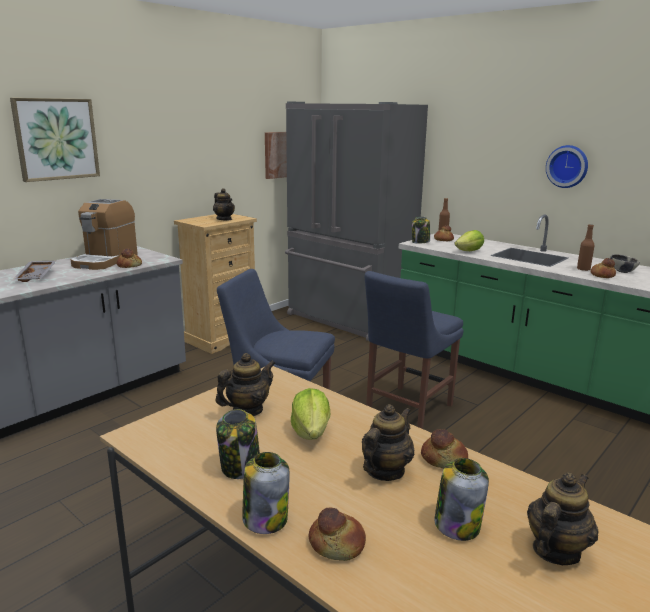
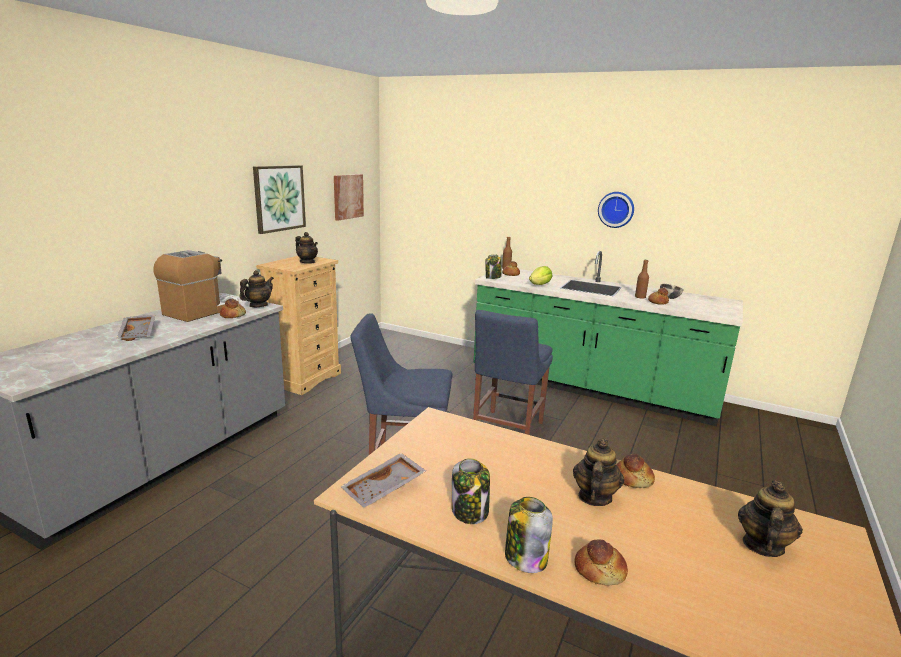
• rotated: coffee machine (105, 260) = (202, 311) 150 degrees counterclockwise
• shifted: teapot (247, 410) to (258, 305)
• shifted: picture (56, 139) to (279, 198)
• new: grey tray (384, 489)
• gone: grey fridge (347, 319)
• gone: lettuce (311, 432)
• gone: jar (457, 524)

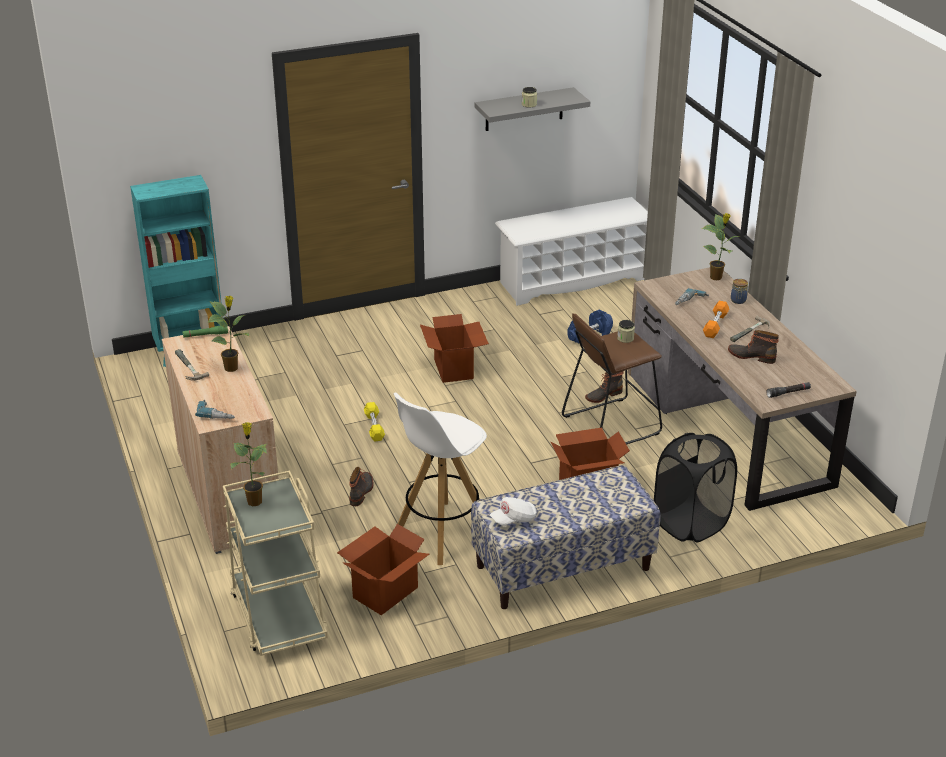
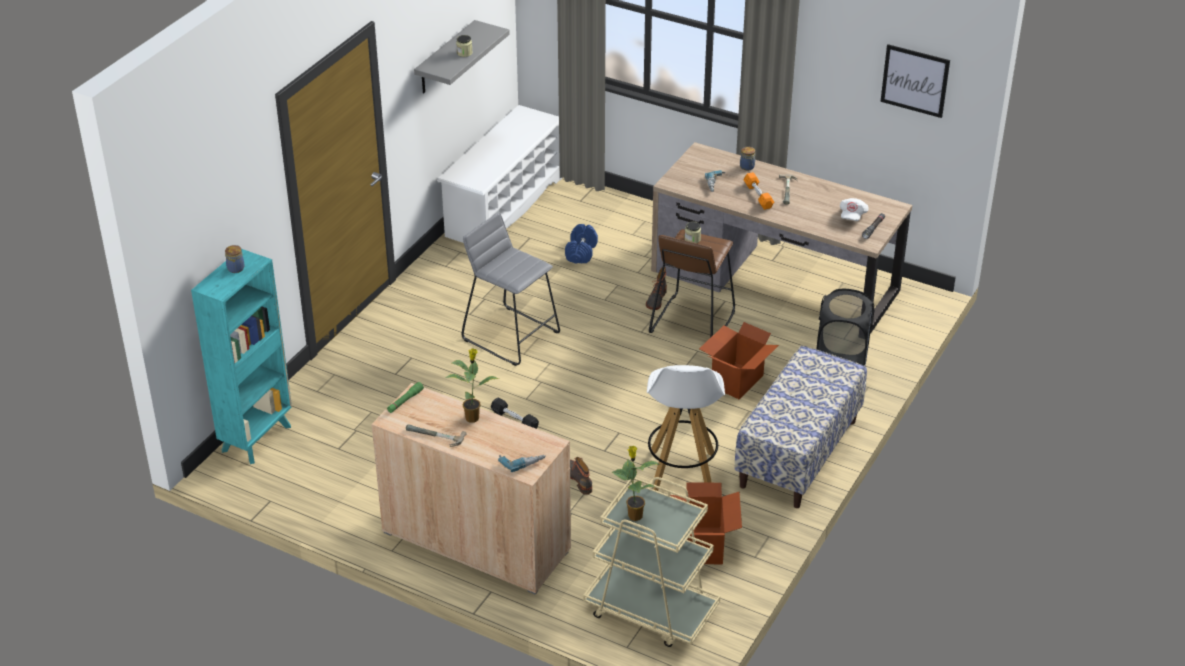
• new: jar (236, 268)
• swapped: cardboard box (454, 369) to grey stool (511, 335)
• repainted: yellow dumbbell (374, 427) to black dumbbell (515, 420)
• shifted: white cap (513, 519) to (852, 215)
• new: picture (915, 80)
• gone: potted plant (716, 277)
• gone: boot (752, 356)

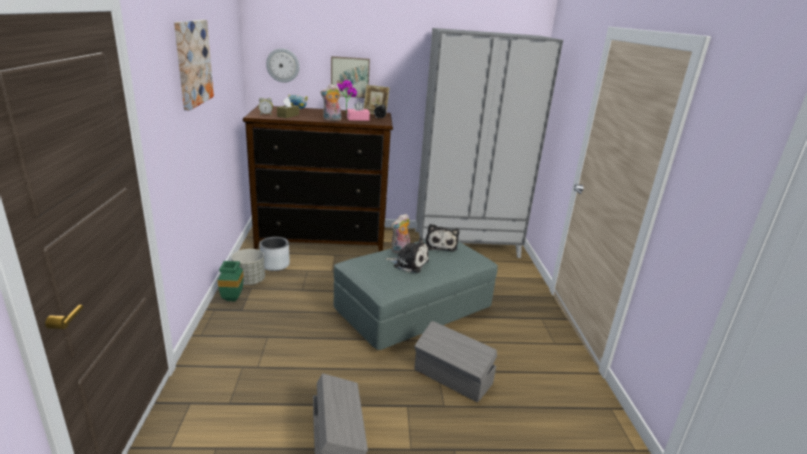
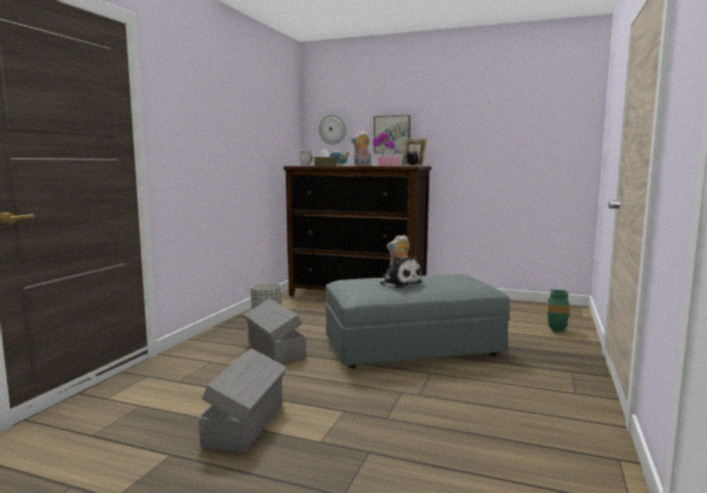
• shifted: grey storage box (453, 377) to (275, 350)
• shifted: green vase (233, 299) to (557, 330)
• gone: picture (192, 63)
• gone: grey planter (275, 265)
• gone: grey wardrobe (466, 243)
• gone: plush toy (440, 245)

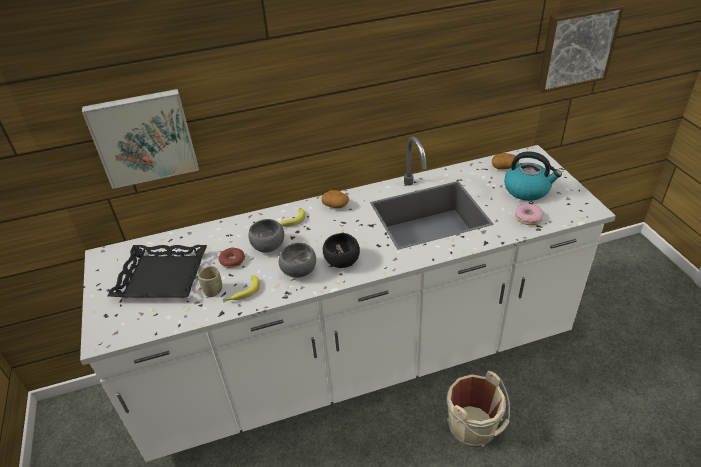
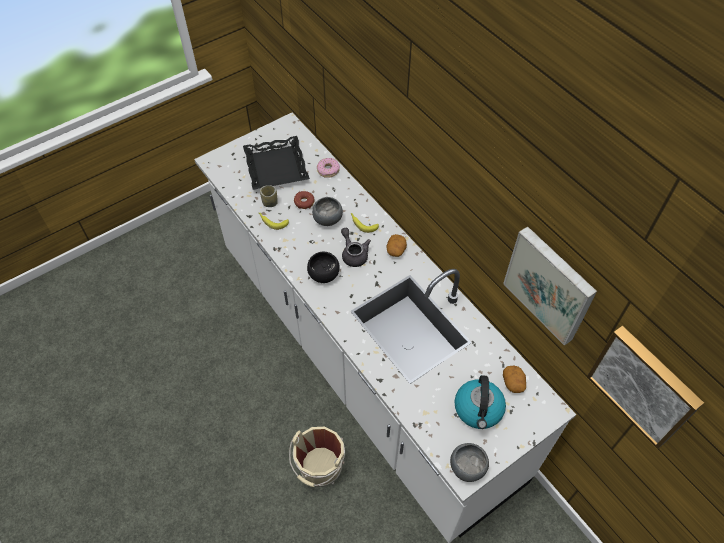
• shifted: donut (528, 218) to (328, 170)
• new: grey teapot (353, 254)
• shifted: grey bowl (300, 271) to (467, 468)
• shifted: picture (143, 137) to (550, 284)

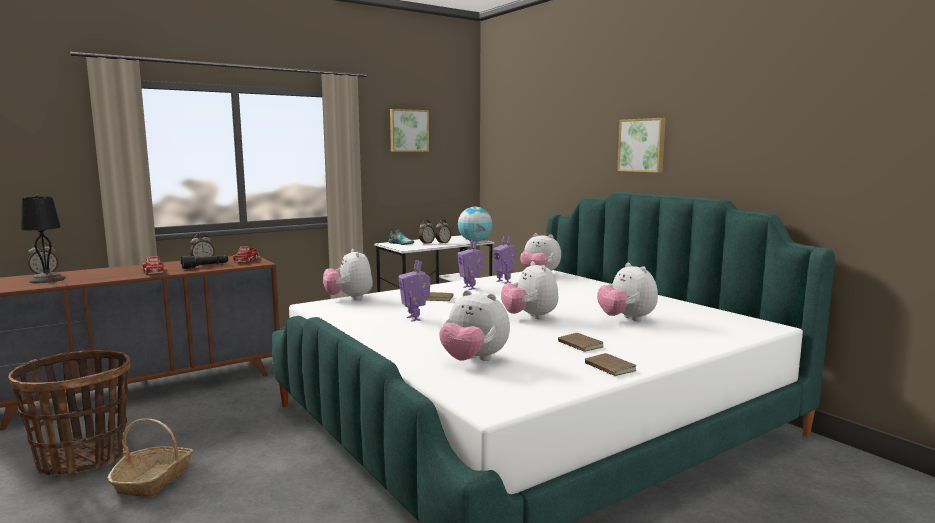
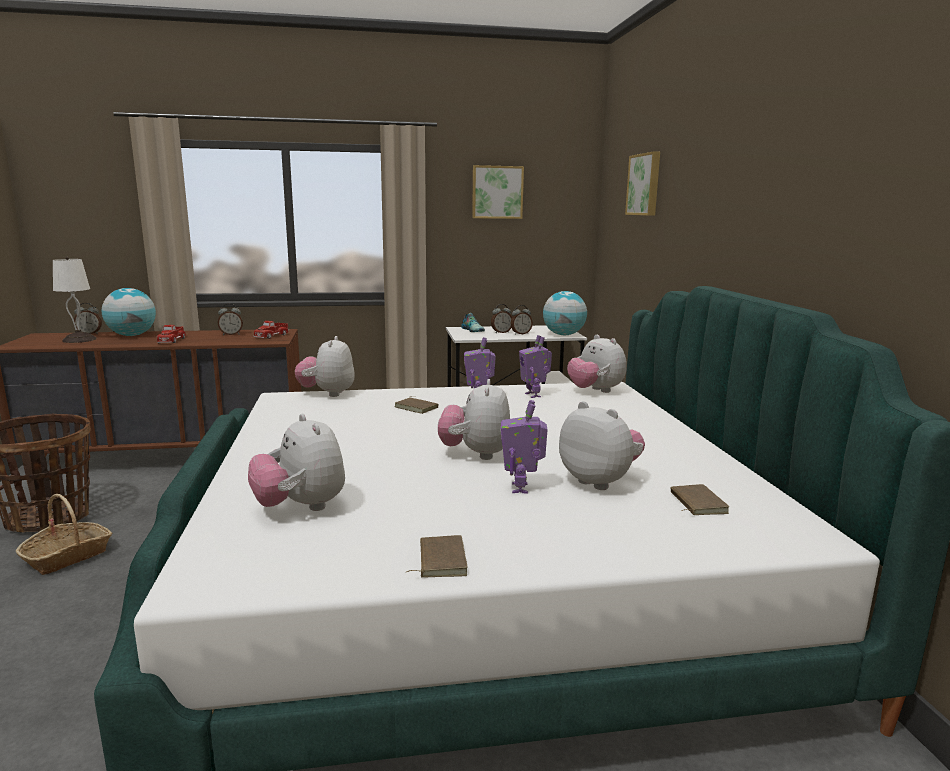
• repainted: black table lamp (47, 280) to white table lamp (79, 339)
• new: globe (132, 335)
• shifted: toy robot (415, 319) to (521, 488)
• rotated: plush toy (626, 319) = (600, 481) 135 degrees clockwise
• shifted: picture (642, 145) to (645, 184)
• shifted: brown book (579, 345) to (696, 503)
• gone: black flashlight (205, 266)

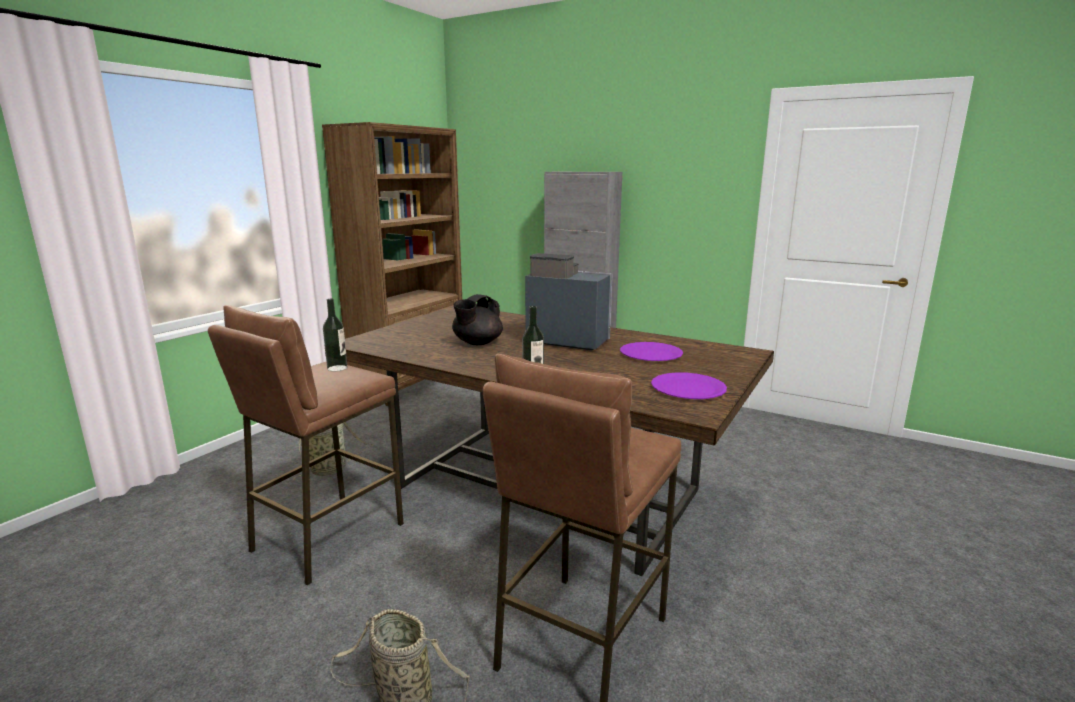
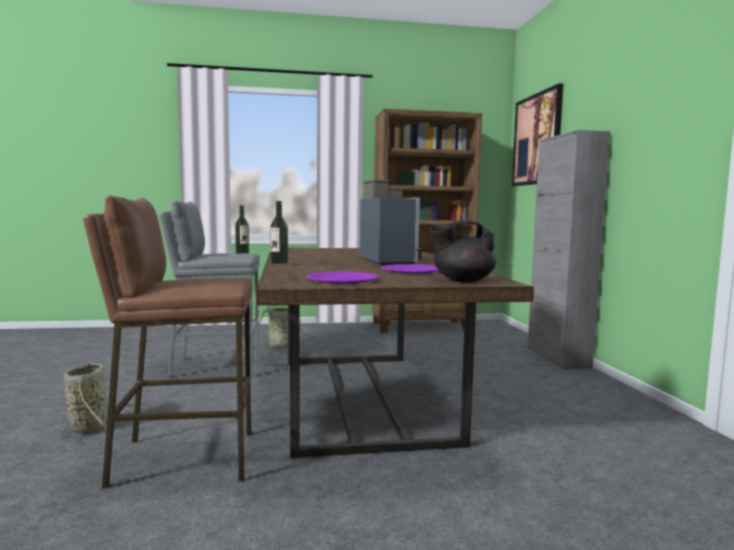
• repainted: brown stool (327, 536) to grey stool (215, 367)
• shifted: black teapot (477, 343) to (462, 281)
• new: picture (537, 139)

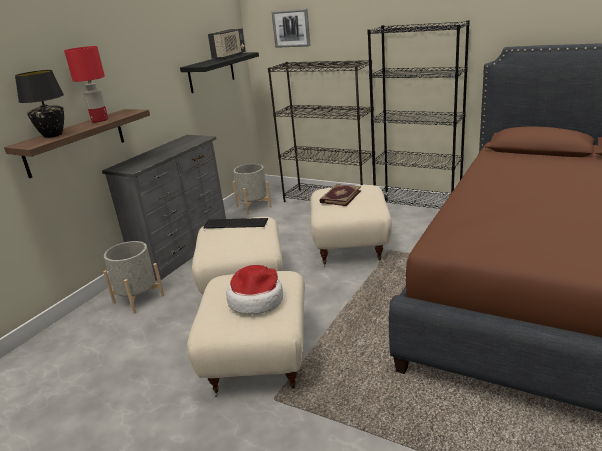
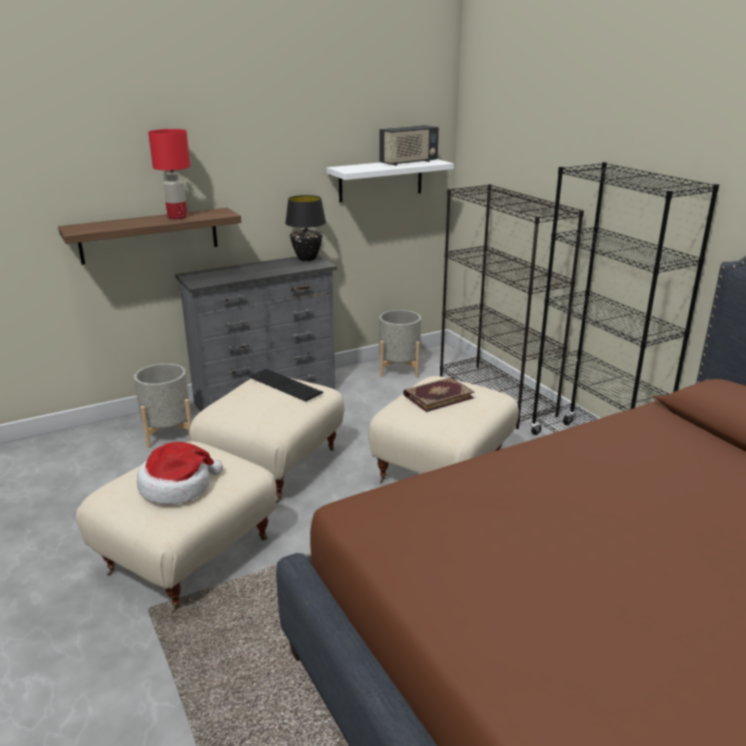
• shifted: black table lamp (52, 135) to (306, 258)
• repainted: black shelf (211, 72) to white shelf (381, 180)
• gone: picture (291, 28)

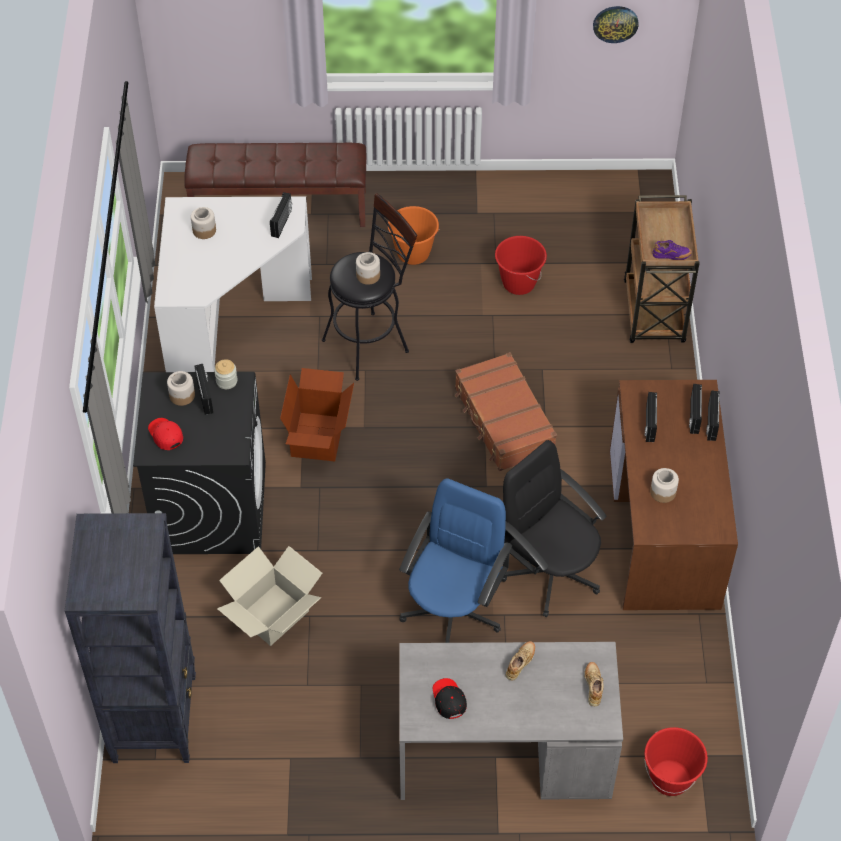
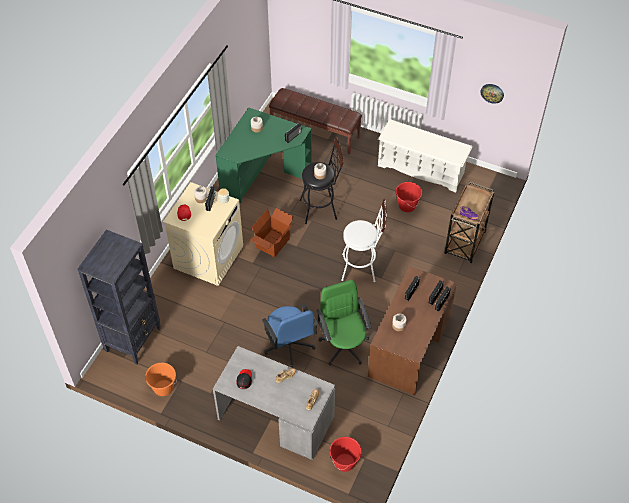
• shifted: orange bucket (413, 253) to (163, 388)
• repainted: black washing machine (211, 507) to beige washing machine (208, 257)
• repainted: white desk (231, 323) to green desk (263, 177)
• rotated: blue office chair (453, 611) = (289, 345) 105 degrees clockwise
• repainted: black office chair (550, 571) to green office chair (344, 345)
• swapped: brown suitcase (503, 420) to white stool (362, 267)
• new: white shoe rack (421, 169)
• gone: cardboard box (272, 614)

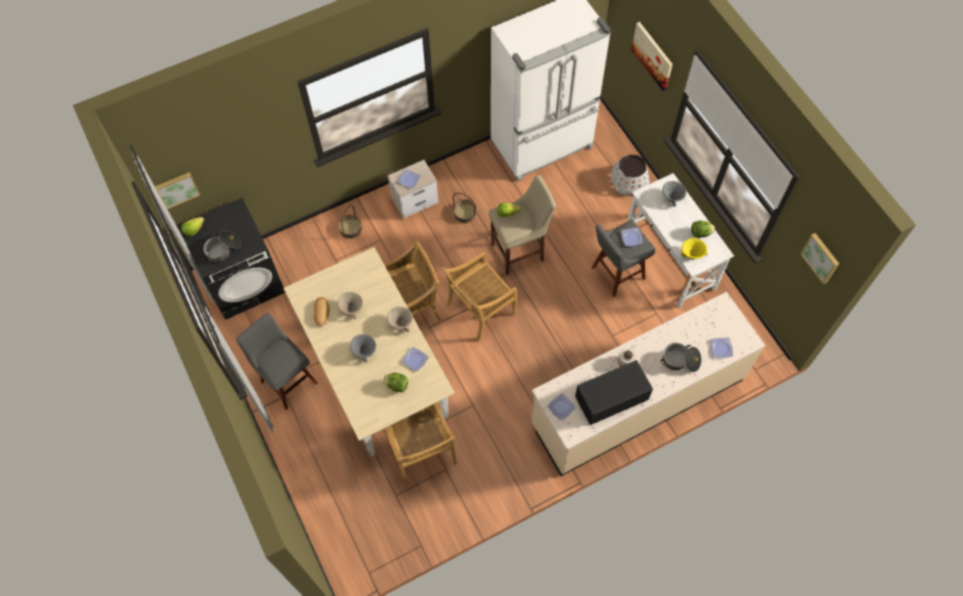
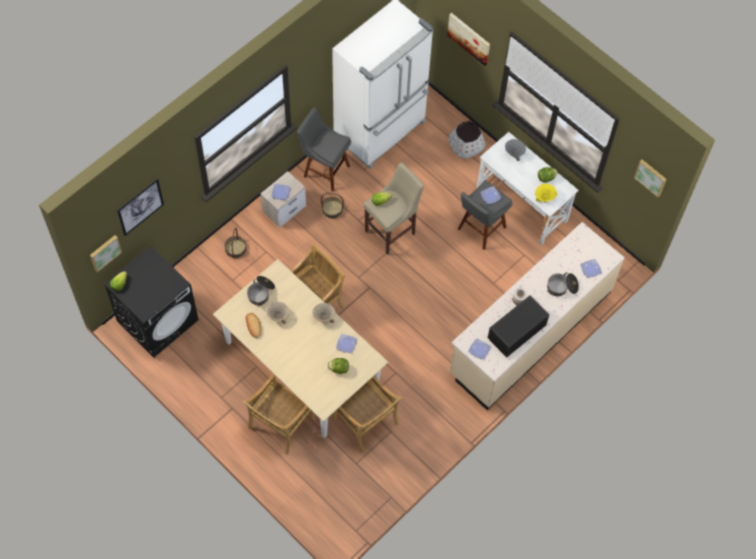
• new: picture (140, 207)
• shifted: beige chair (480, 310) to (280, 424)
• shifted: cooking pot (223, 250) to (261, 293)
• shifted: grey stool (287, 380) to (324, 170)
• gone: grey bowl (364, 351)

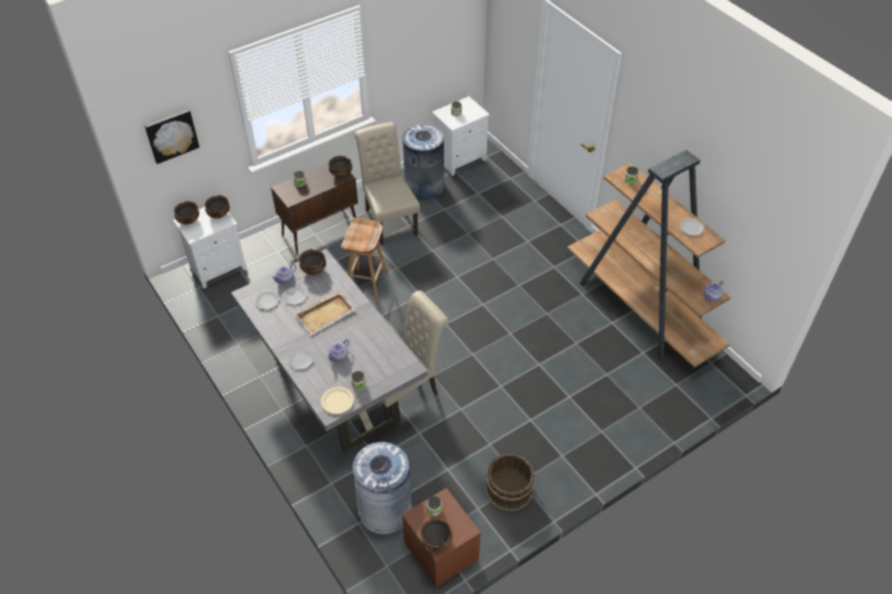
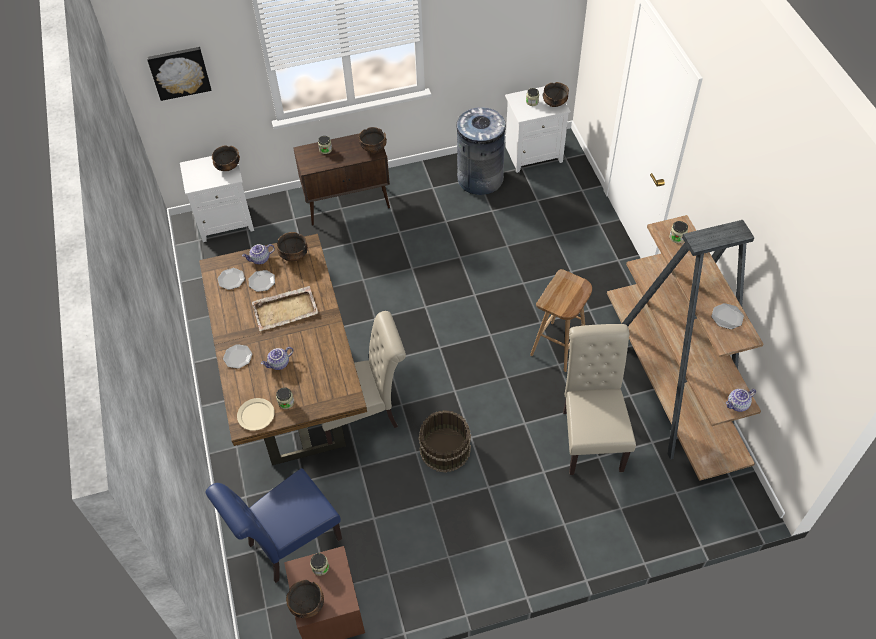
• repainted: grey dining table (335, 384) to brown dining table (293, 385)
• swapped: grey trash can (385, 510) to blue chair (289, 544)
• shifted: brown bucket (508, 489) to (444, 448)
• shifted: brown stool (367, 286) to (558, 347)
• shifted: bowl (188, 221) to (554, 103)
• shifted: beige chair (389, 220) to (590, 435)

